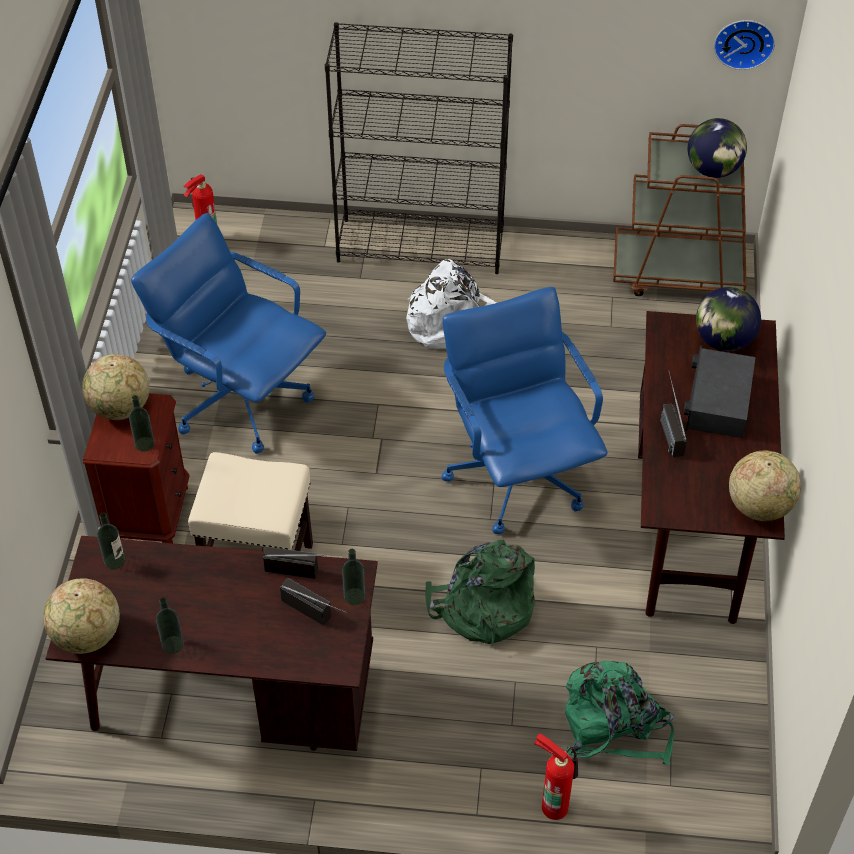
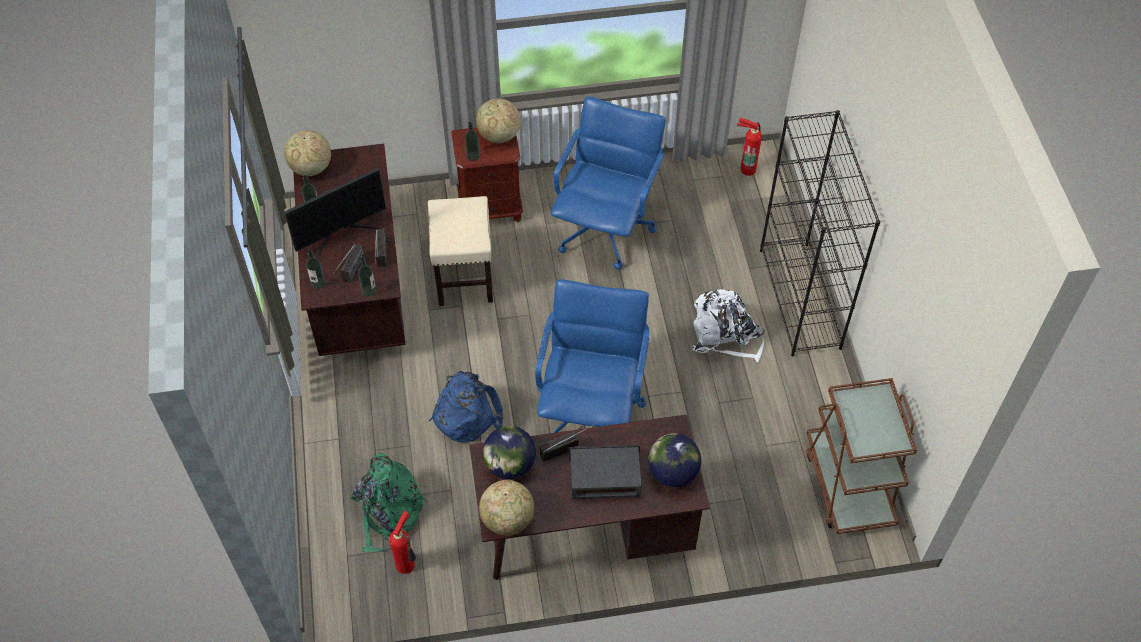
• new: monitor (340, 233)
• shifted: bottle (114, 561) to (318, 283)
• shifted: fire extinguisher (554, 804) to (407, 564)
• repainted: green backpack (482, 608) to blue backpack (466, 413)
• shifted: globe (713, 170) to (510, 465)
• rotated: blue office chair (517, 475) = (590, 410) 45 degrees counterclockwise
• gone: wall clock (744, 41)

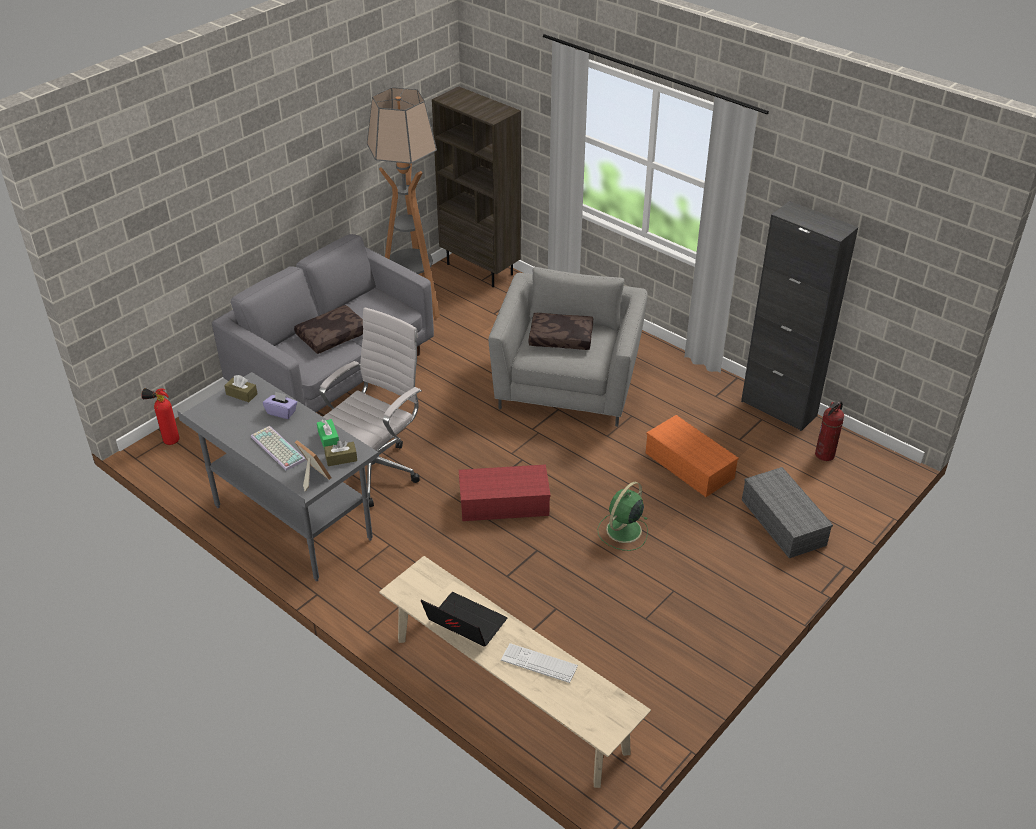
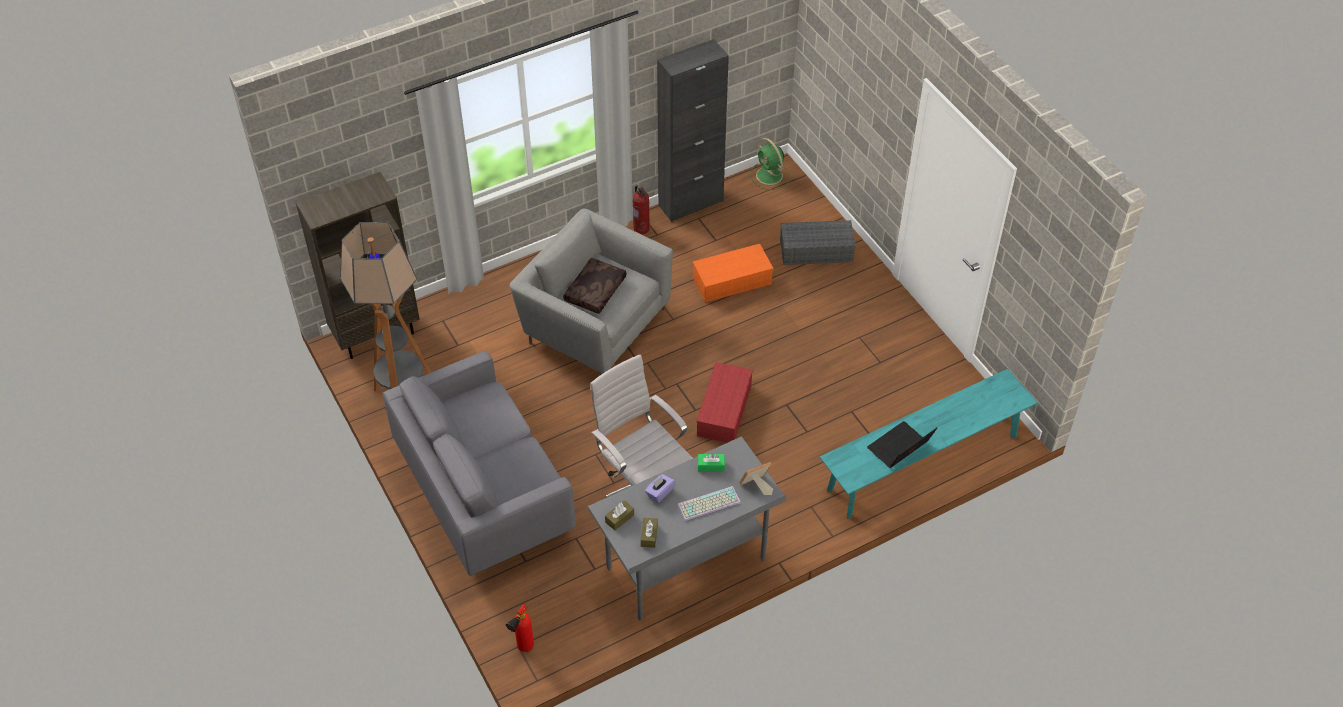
• shifted: fire extinguisher (825, 455) to (641, 229)
• shifted: brown tissue box (341, 458) to (649, 535)
• shifted: green fan (623, 531) to (770, 176)
• repainted: beige bench (508, 694) to turquoise bench (923, 463)
• gone: brown pillow (332, 335)
• gone: keyboard (539, 663)

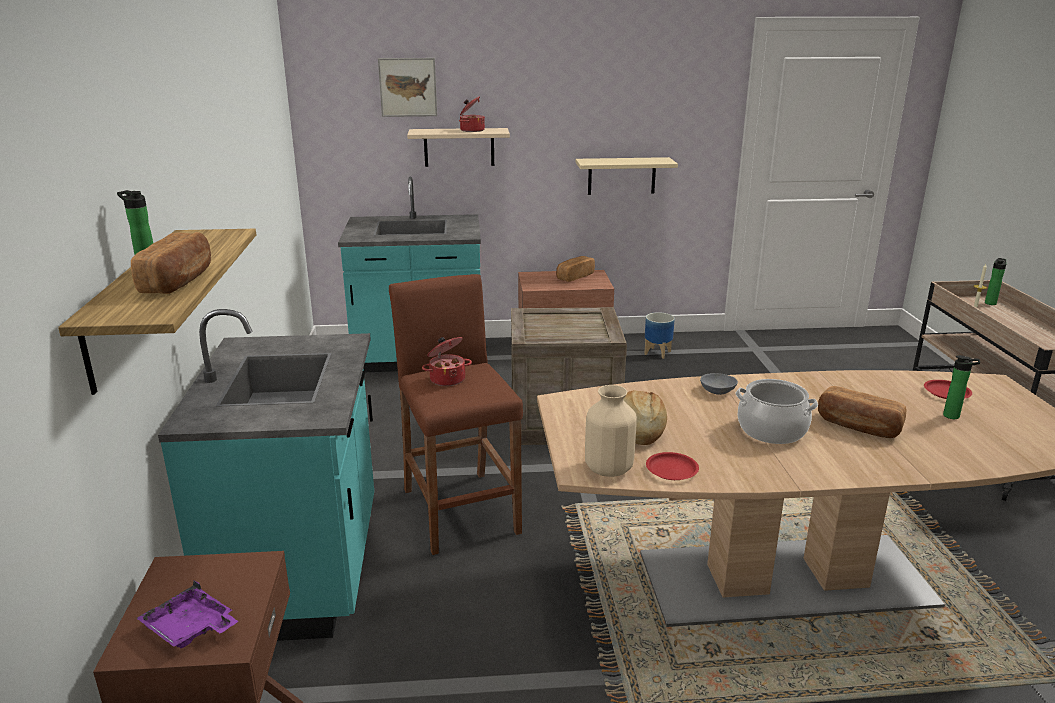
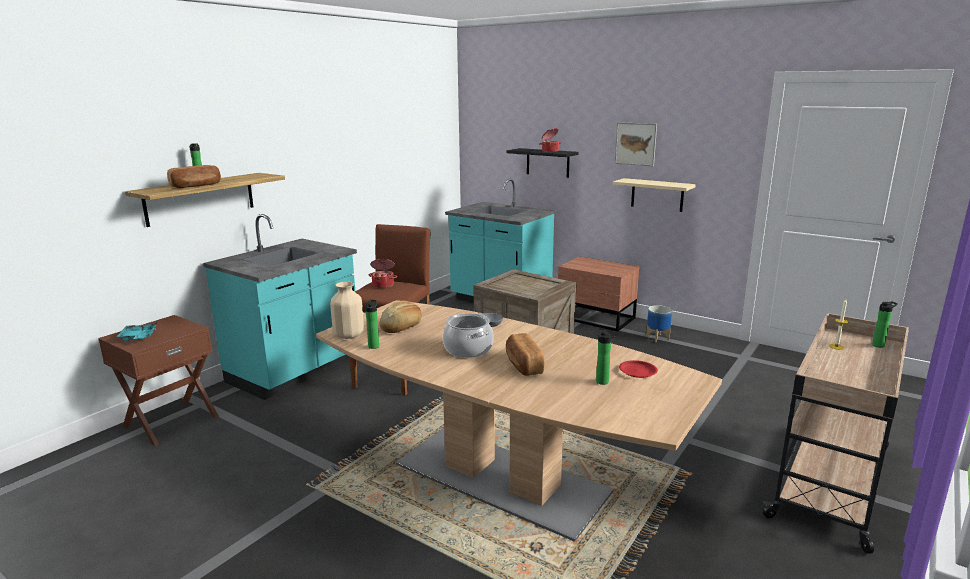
• repainted: purple tray (190, 629) to turquoise tray (138, 337)
• swapped: red plate (672, 469) to bottle (374, 346)
• repainted: beige shelf (459, 147) to black shelf (547, 162)
• shifted: picture (408, 87) to (635, 144)
• gone: bread (574, 276)

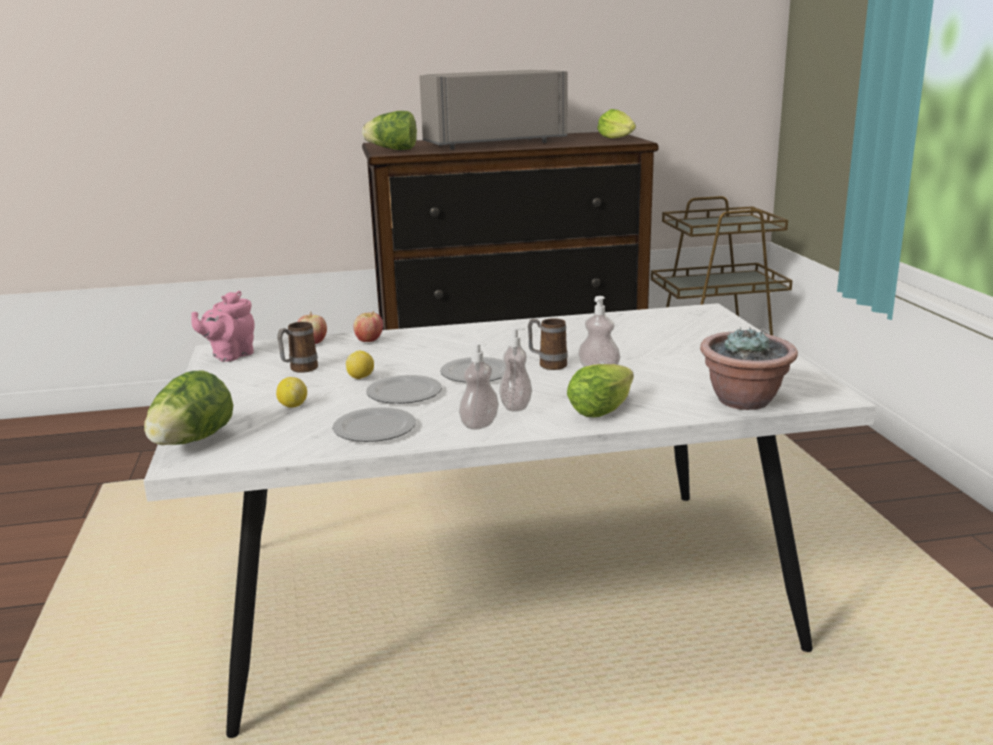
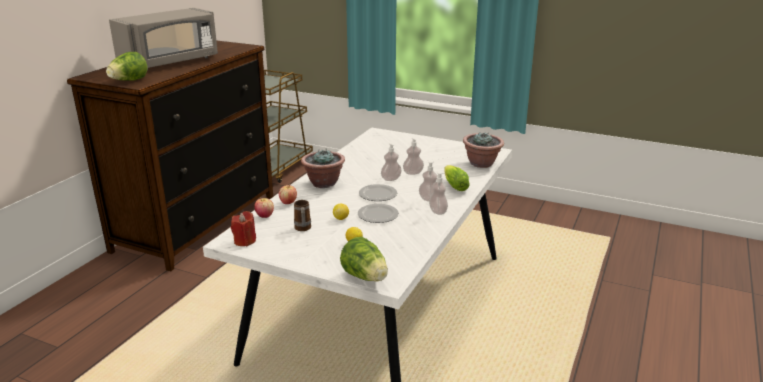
• rotated: grey microwave (493, 143) = (171, 62) 150 degrees counterclockwise
• swapped: pink teapot (230, 355) to red candle (245, 241)
• new: potted plant (323, 183)
• swapped: mug (547, 365) to soap dispenser (391, 179)
• gone: plate (375, 429)
• gone: lettuce (617, 138)

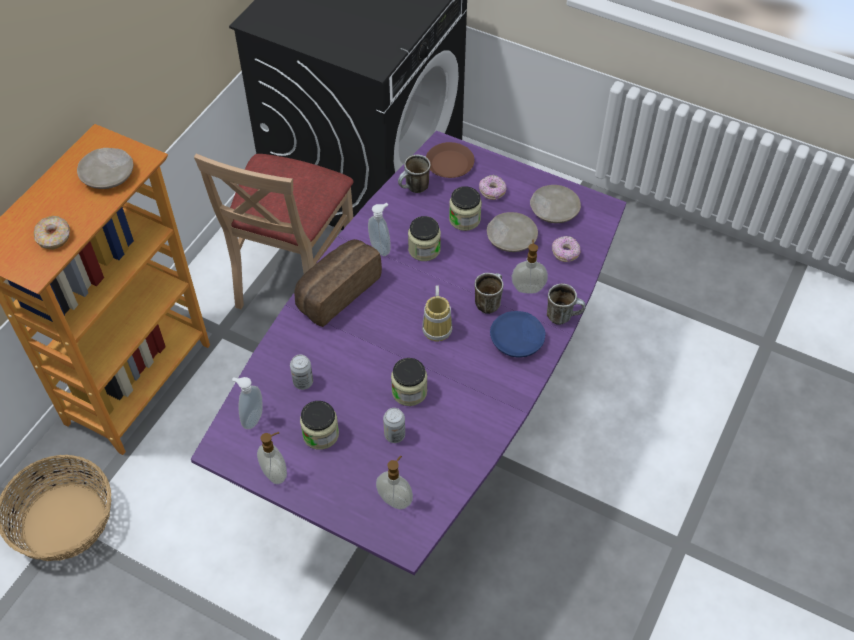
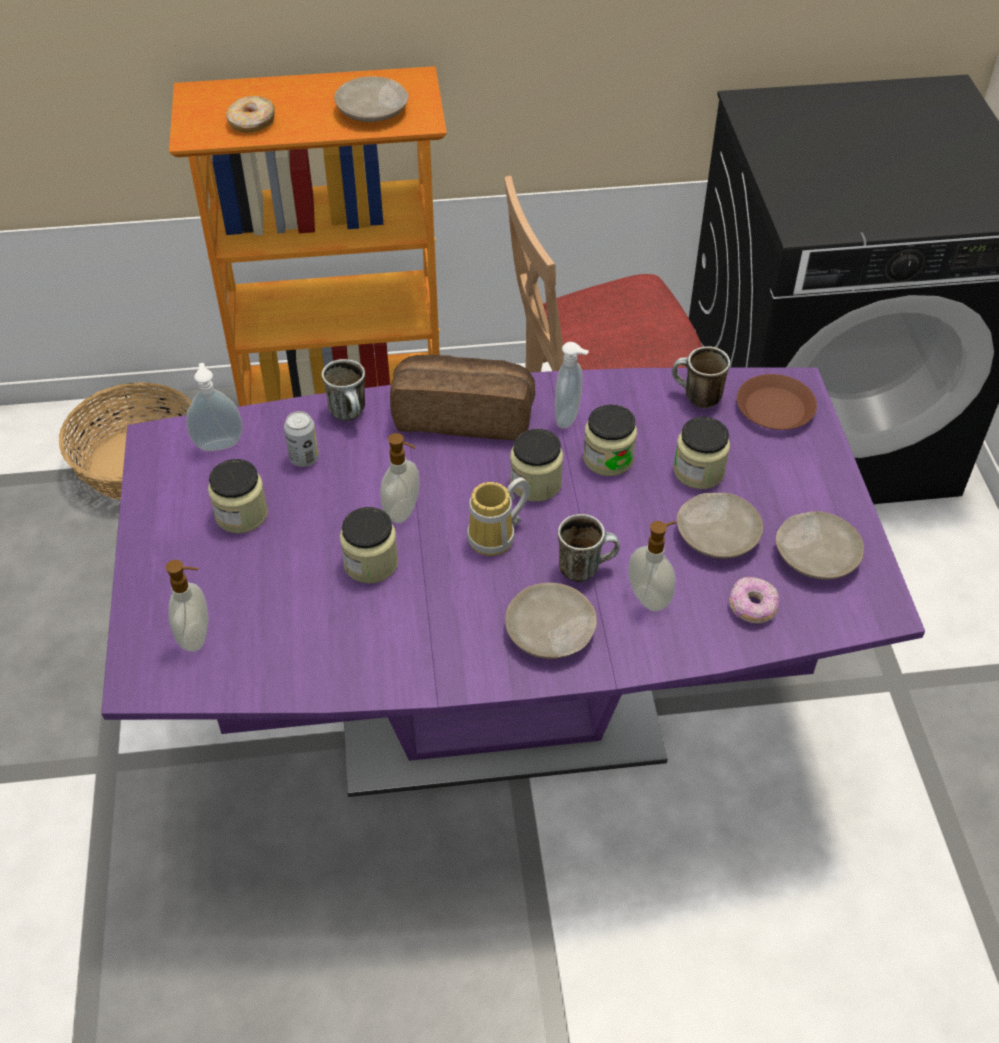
• shifted: mug (563, 316) to (351, 415)
• shifted: soap dispenser (275, 473) to (403, 511)
• repainted: blue plate (517, 340) to beige plate (550, 631)
• new: jar (535, 483)
• gone: can (394, 435)
• gone: donut (492, 192)

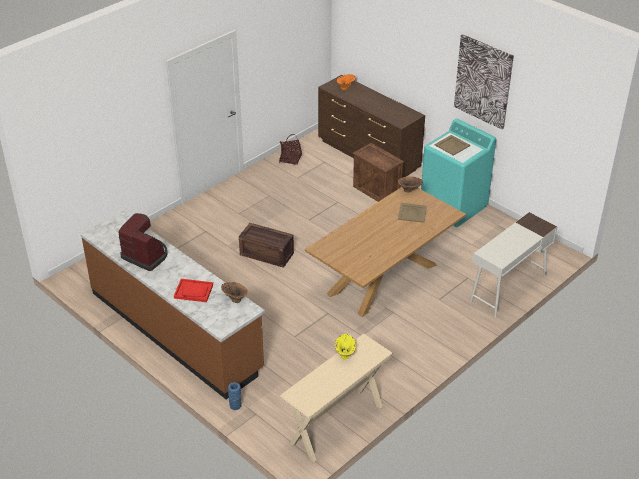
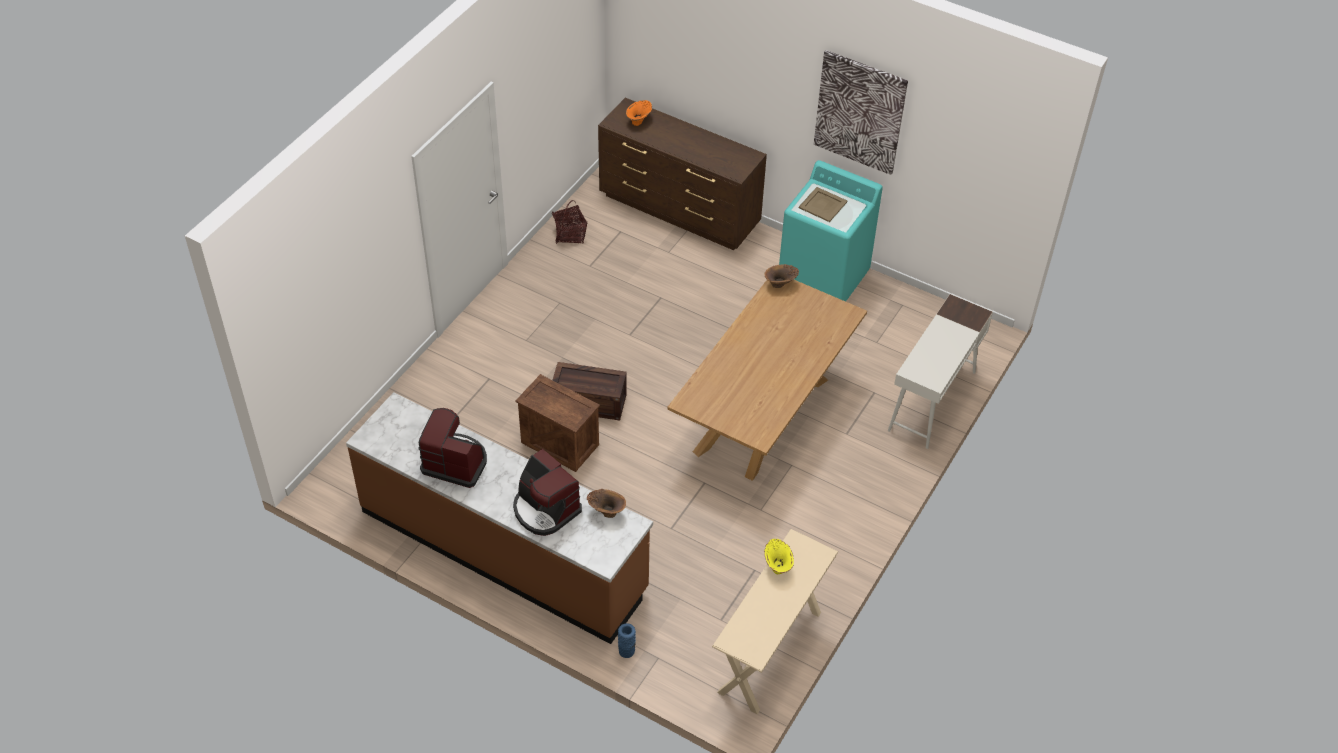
• swapped: red tray (193, 291) to coffee machine (545, 509)
• shifted: crate (377, 190) to (561, 443)
• gone: beige tray (412, 212)

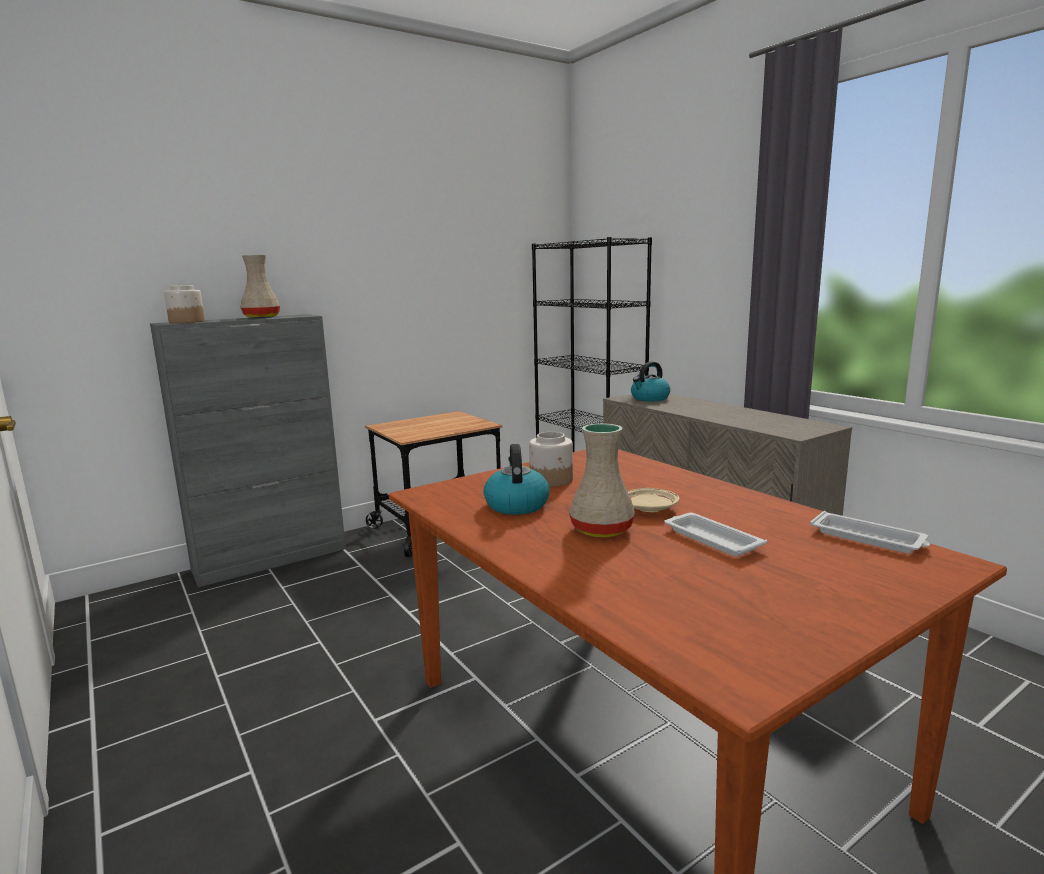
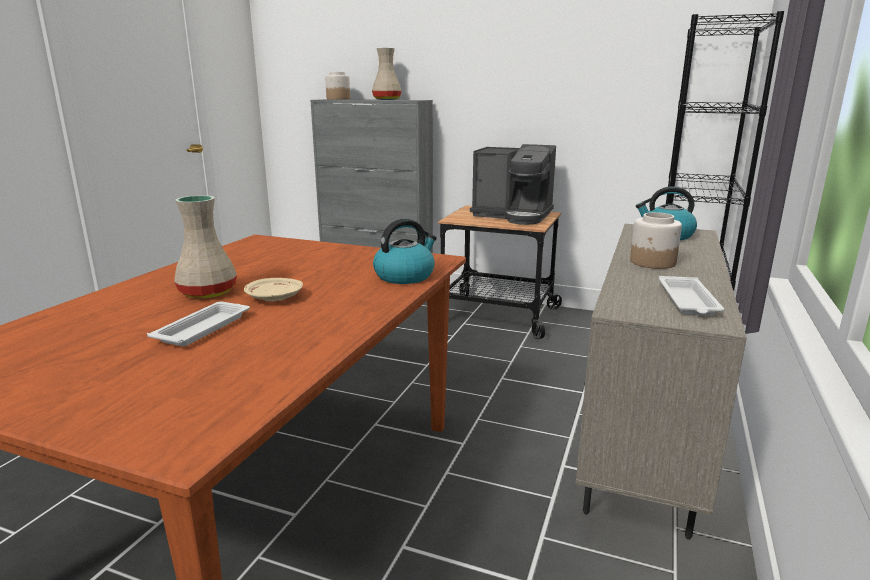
• shifted: kettle (516, 504) to (405, 276)
• new: coffee machine (513, 216)
• shifted: jar (551, 480) to (653, 262)
• shifted: white tray (868, 538) to (688, 301)

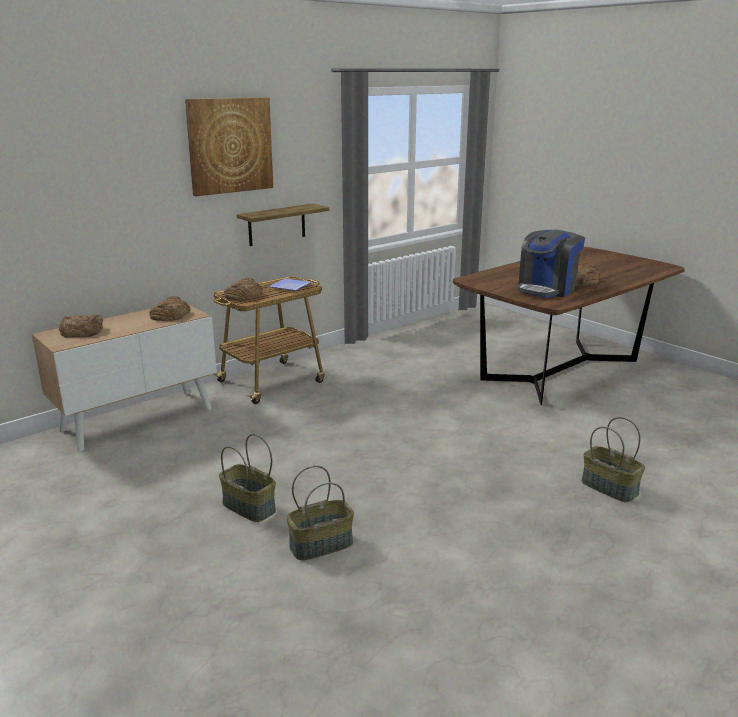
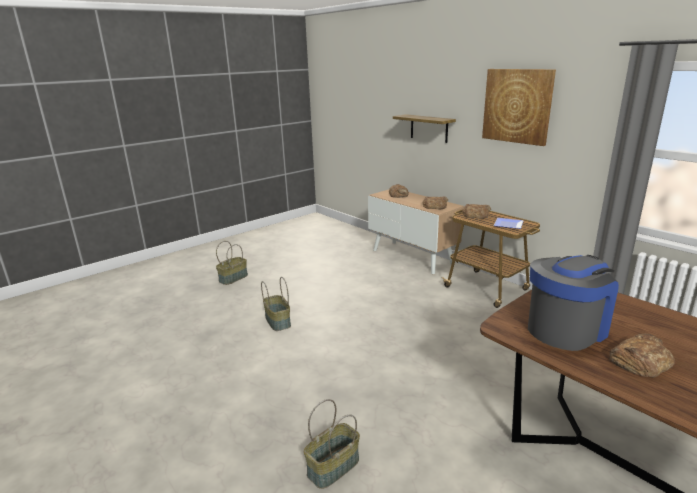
• shifted: basket (248, 507) to (233, 278)
• shifted: shelf (277, 224) to (429, 128)
• rotated: coffee machine (547, 289) = (566, 328) 105 degrees clockwise

